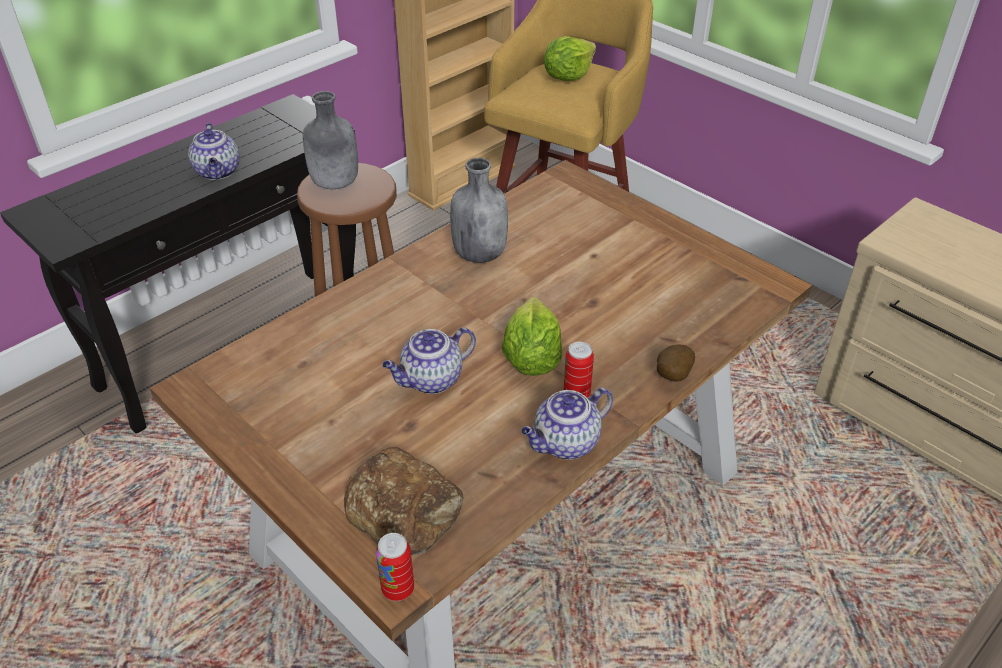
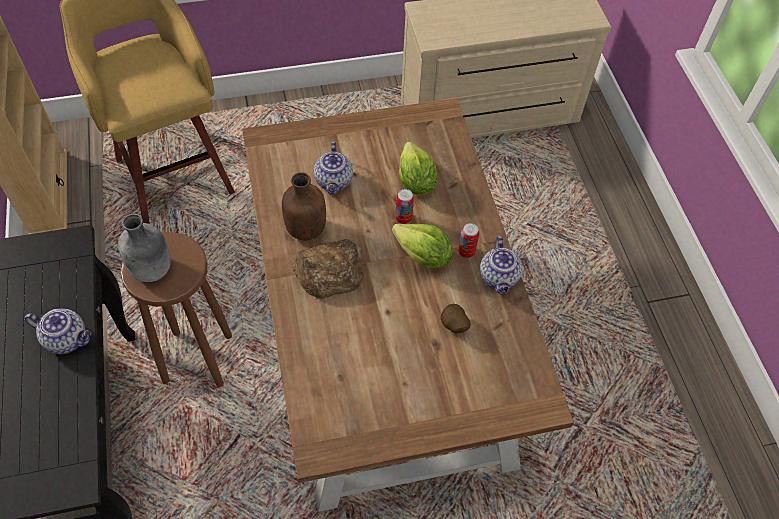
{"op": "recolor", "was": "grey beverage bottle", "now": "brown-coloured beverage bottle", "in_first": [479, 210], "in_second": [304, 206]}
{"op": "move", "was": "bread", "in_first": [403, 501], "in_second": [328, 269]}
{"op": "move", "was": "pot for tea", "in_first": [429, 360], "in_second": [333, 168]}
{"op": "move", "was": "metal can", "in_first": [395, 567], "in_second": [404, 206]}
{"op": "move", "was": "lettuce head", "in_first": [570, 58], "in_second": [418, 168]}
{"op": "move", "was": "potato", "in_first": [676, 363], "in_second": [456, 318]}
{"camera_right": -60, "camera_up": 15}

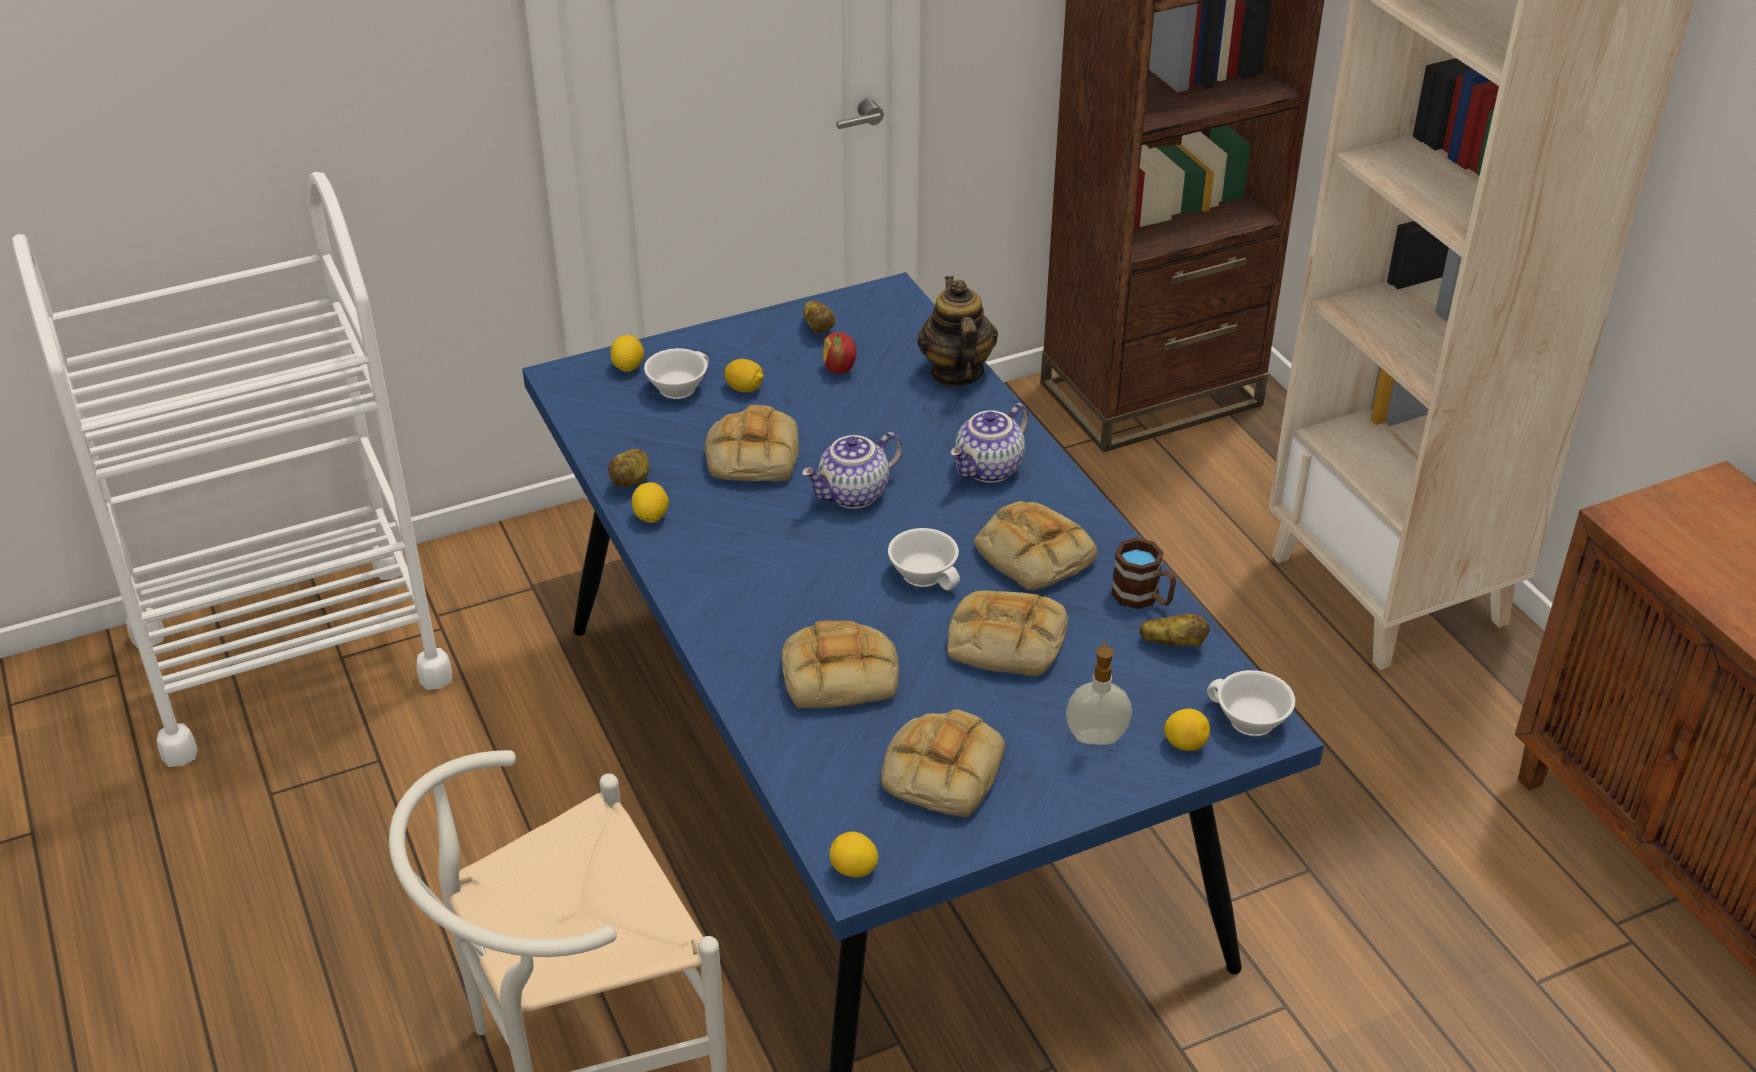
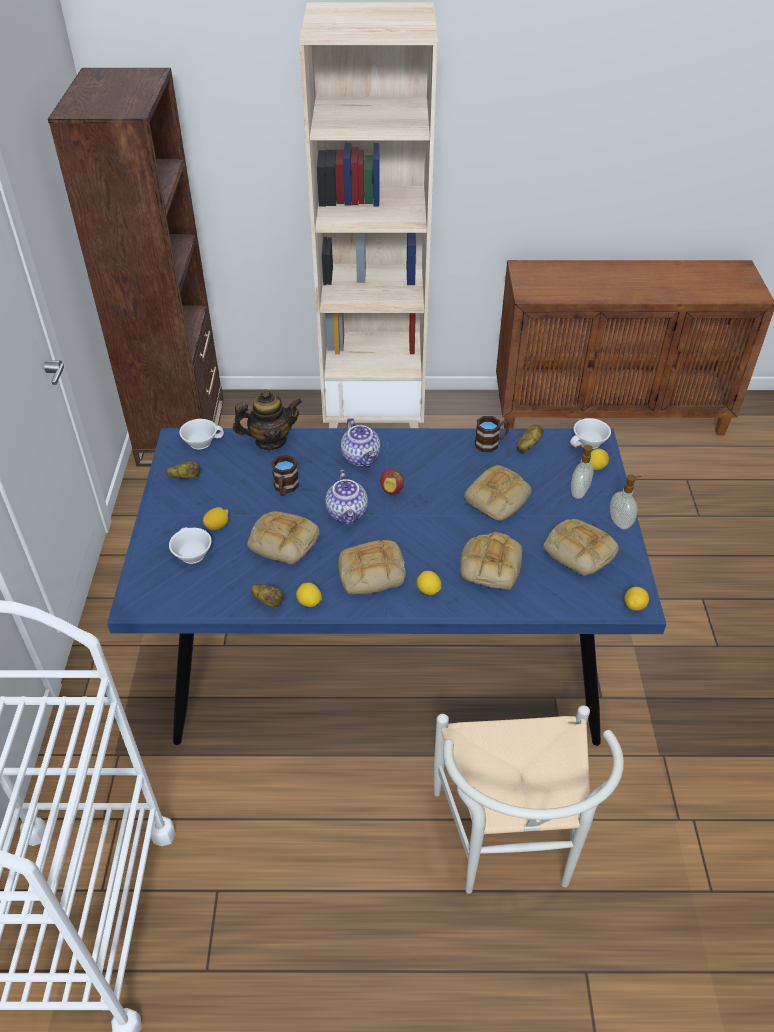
{"op": "move", "was": "whitish drinking cup", "in_first": [924, 559], "in_second": [201, 434]}
{"op": "rotate", "was": "pot for tea", "in_first": [957, 331], "in_second": [267, 419], "clockwise": 150}
{"op": "insert", "now": "brown-coloured tea mug", "in_second": [285, 475]}
{"op": "move", "was": "bread", "in_first": [1036, 545], "in_second": [372, 567]}
{"op": "move", "was": "apple fruit", "in_first": [839, 353], "in_second": [392, 482]}
{"op": "move", "was": "lemon", "in_first": [627, 353], "in_second": [429, 583]}
{"op": "insert", "now": "liquid soap bottle", "in_second": [625, 501]}
{"camera_right": -65, "camera_up": 5}

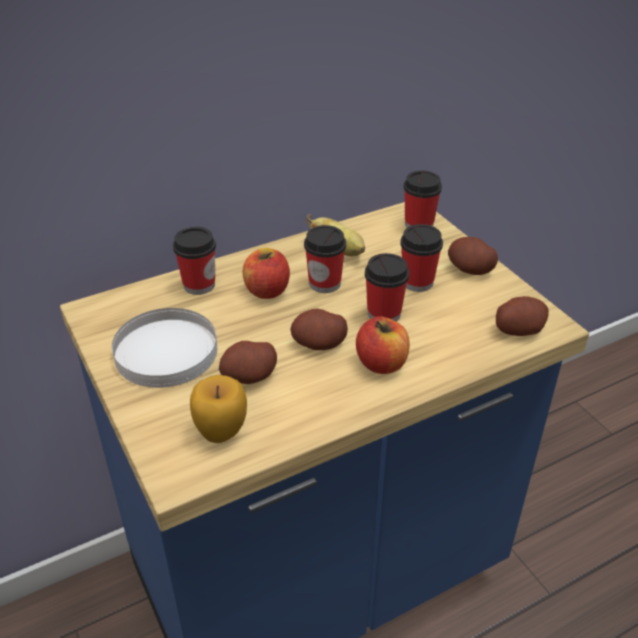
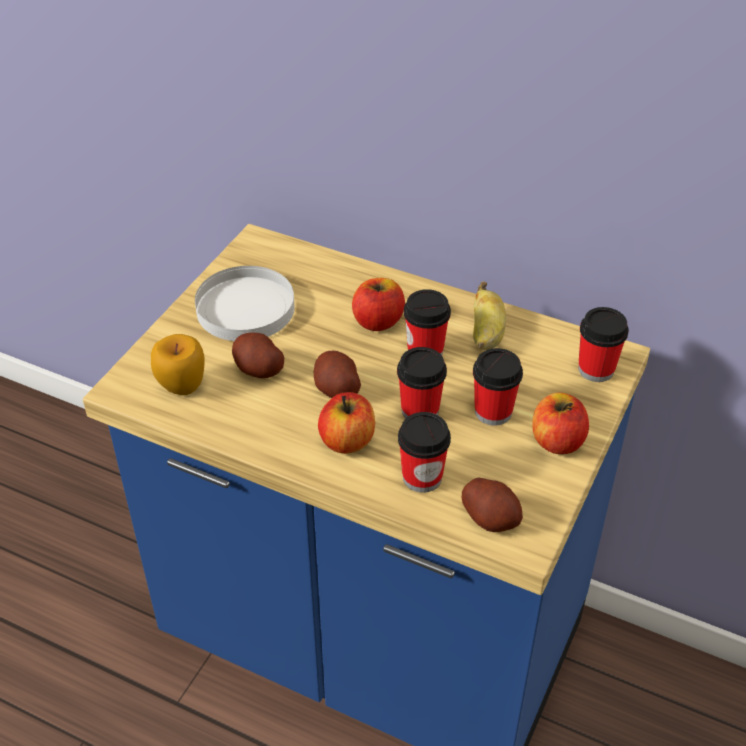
{"op": "move", "was": "drinking cup", "in_first": [194, 261], "in_second": [424, 452]}
{"op": "replace", "was": "potato", "now": "apple fruit", "in_first": [473, 256], "in_second": [560, 423]}
{"camera_right": 55, "camera_up": 5}

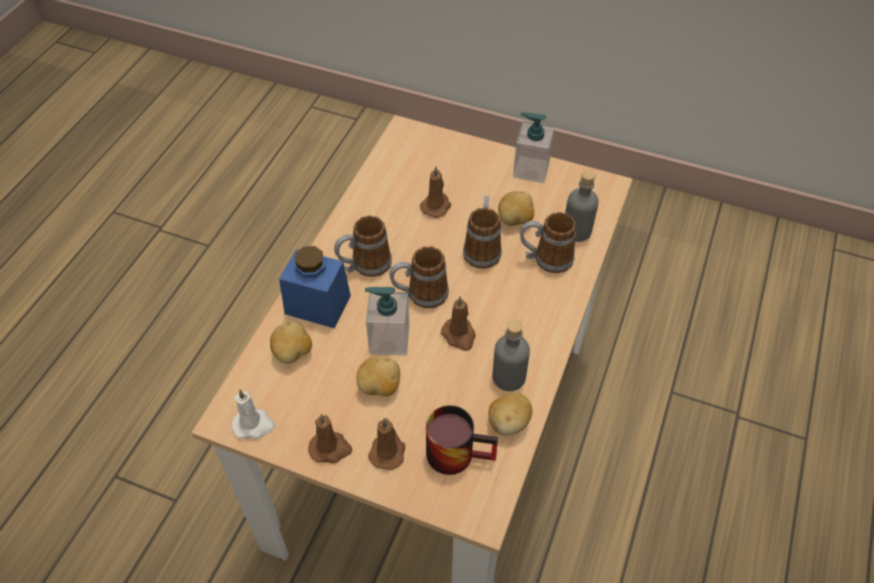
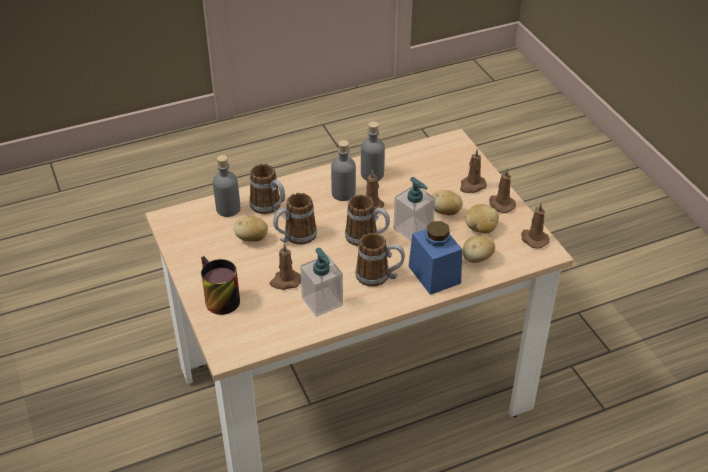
{"op": "move", "was": "tea mug", "in_first": [462, 440], "in_second": [220, 285]}
{"op": "move", "was": "liquid soap bottle", "in_first": [534, 147], "in_second": [321, 282]}
{"op": "insert", "now": "grey beverage bottle", "in_second": [343, 170]}
{"op": "move", "was": "potato", "in_first": [510, 414], "in_second": [482, 219]}
{"op": "recolor", "was": "whitish wax light", "now": "brown-coloured wax light", "in_first": [253, 414], "in_second": [535, 226]}
{"camera_right": -135, "camera_up": -10}

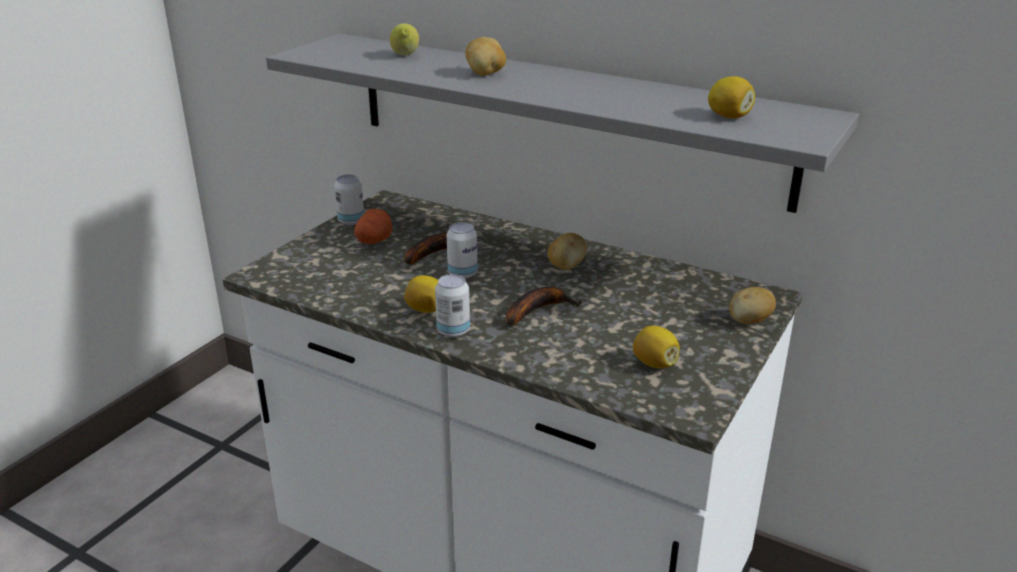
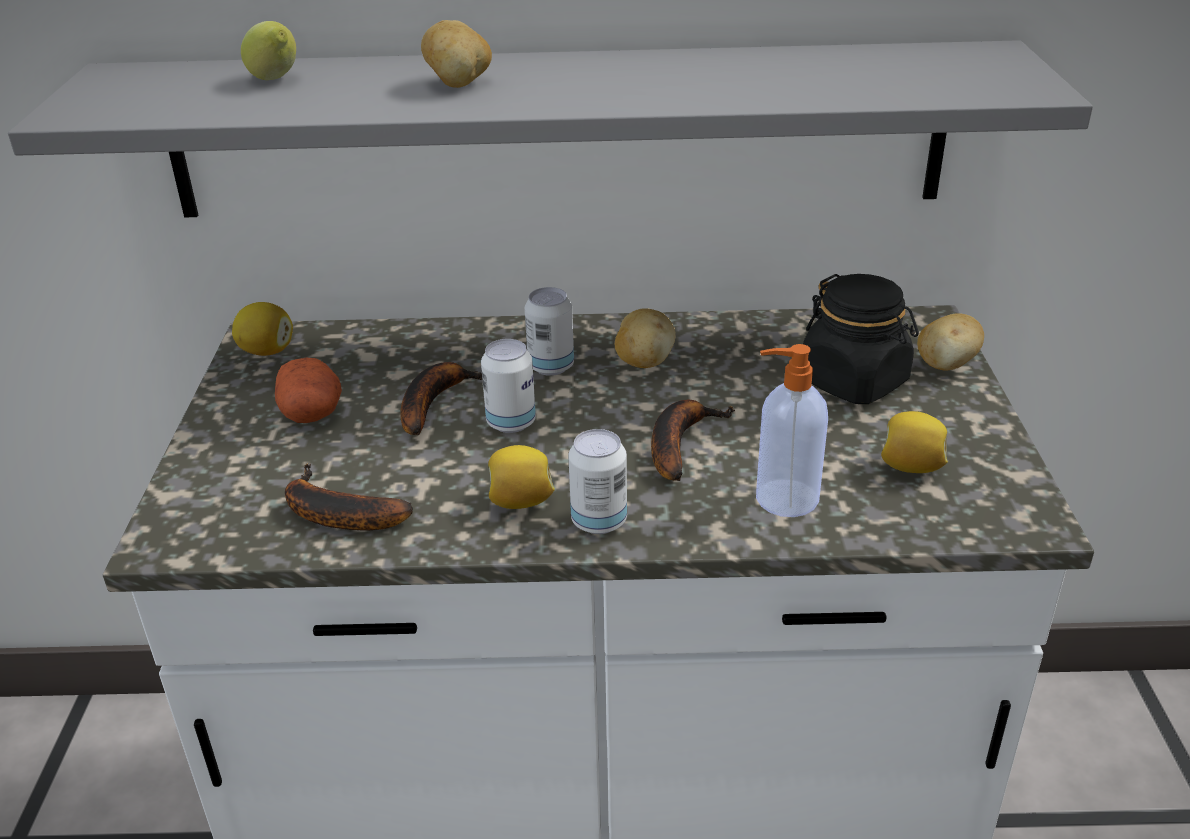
{"op": "move", "was": "lemon", "in_first": [731, 97], "in_second": [262, 329]}
{"op": "insert", "now": "banana", "in_second": [349, 497]}
{"op": "move", "was": "metal can", "in_first": [349, 200], "in_second": [549, 331]}
{"op": "insert", "now": "liquid soap bottle", "in_second": [792, 430]}
{"op": "insert", "now": "black-coloured storage jar", "in_second": [861, 339]}
{"camera_right": -30, "camera_up": 5}

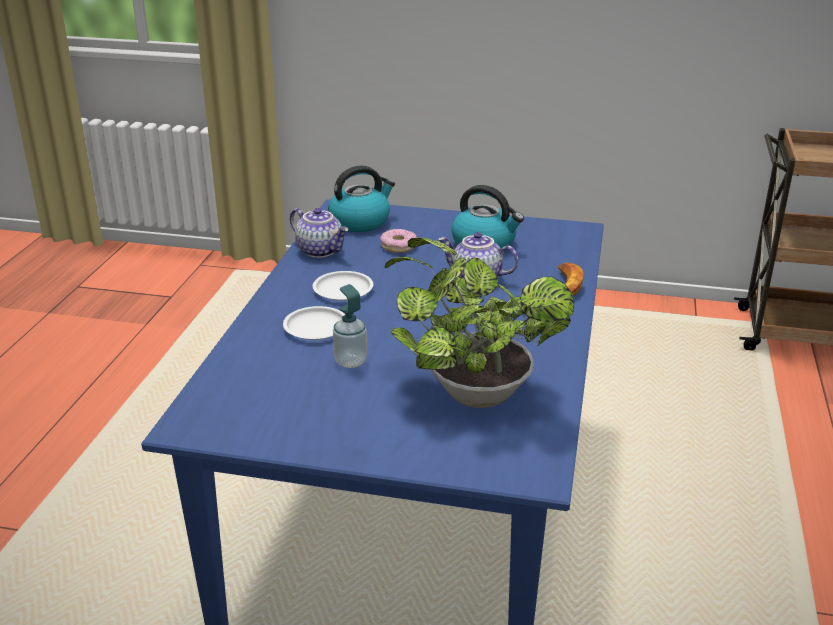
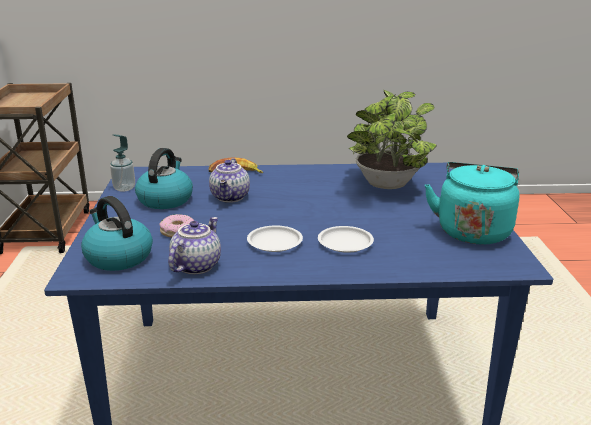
{"op": "move", "was": "liquid soap bottle", "in_first": [350, 326], "in_second": [122, 163]}
{"op": "insert", "now": "blue-green water kettle", "in_second": [472, 203]}
{"camera_right": -105, "camera_up": -5}

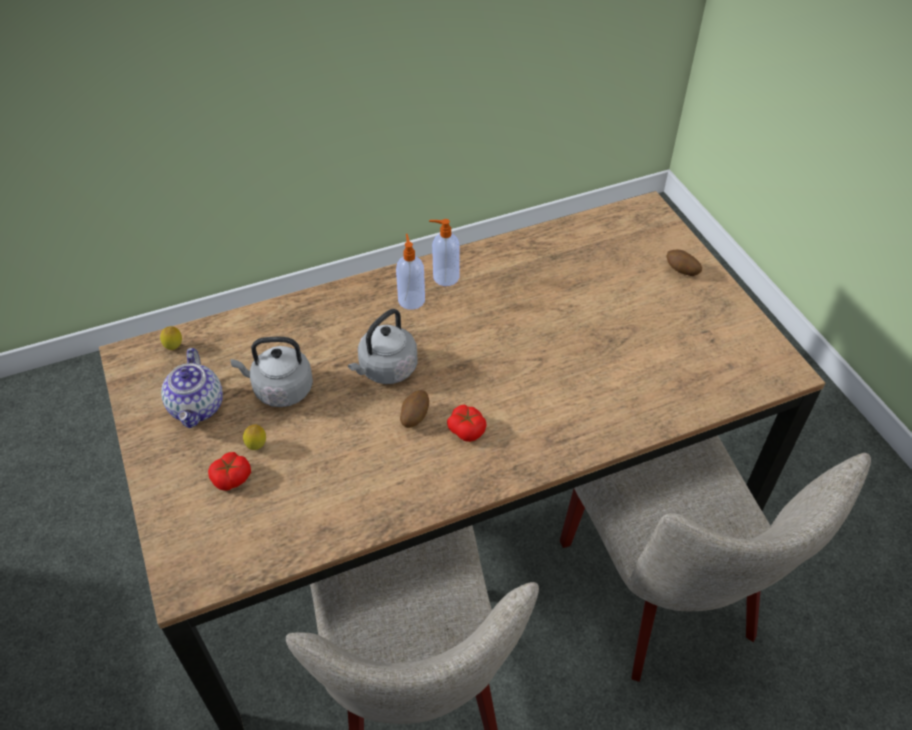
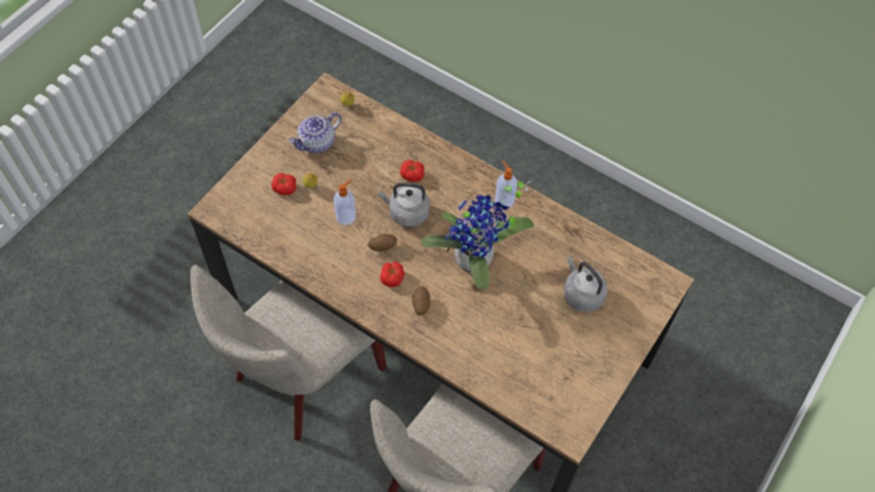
{"op": "move", "was": "liquid soap bottle", "in_first": [410, 272], "in_second": [345, 202]}
{"op": "insert", "now": "tomato", "in_second": [412, 171]}
{"op": "move", "was": "potato", "in_first": [684, 263], "in_second": [421, 300]}
{"op": "insert", "now": "plant in a pot", "in_second": [477, 235]}
{"op": "move", "was": "grey water kettle", "in_first": [272, 372], "in_second": [585, 284]}
{"camera_right": 55, "camera_up": 10}

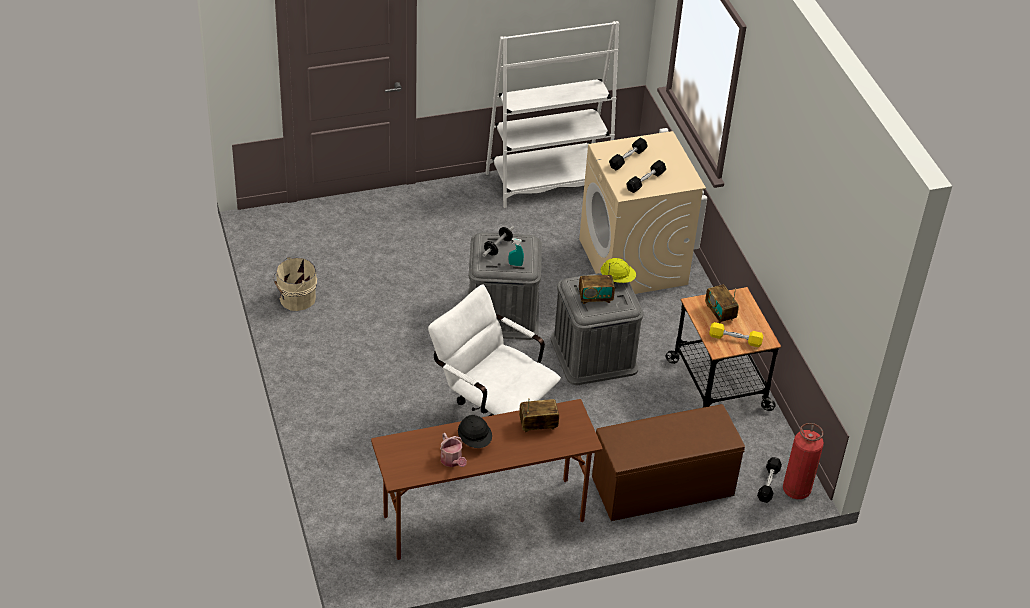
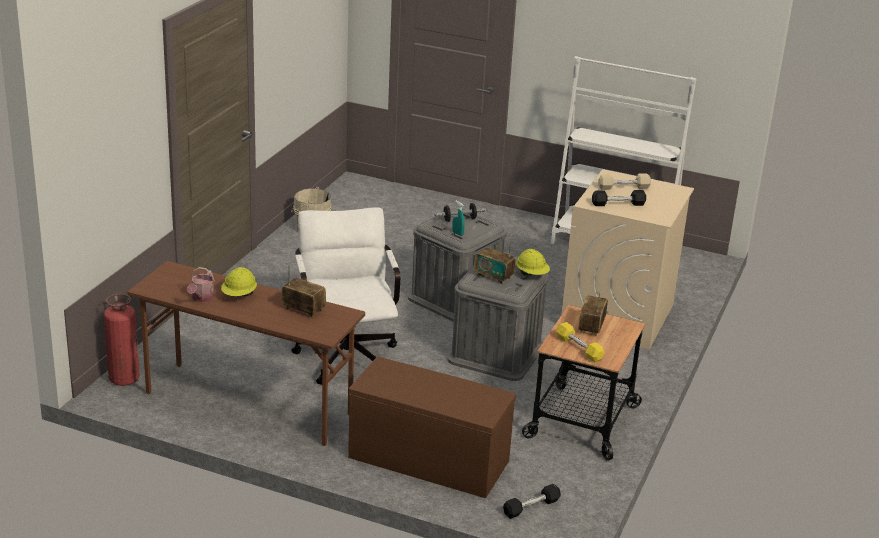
{"op": "move", "was": "fire-fighting cylinder", "in_first": [803, 461], "in_second": [122, 340]}
{"op": "recolor", "was": "black-coloured work helmet", "now": "yellowish work helmet", "in_first": [475, 431], "in_second": [239, 281]}
{"op": "recolor", "was": "black-coloured free weight", "now": "beige-coloured free weight", "in_first": [628, 154], "in_second": [624, 181]}
{"camera_right": 40, "camera_up": -15}

